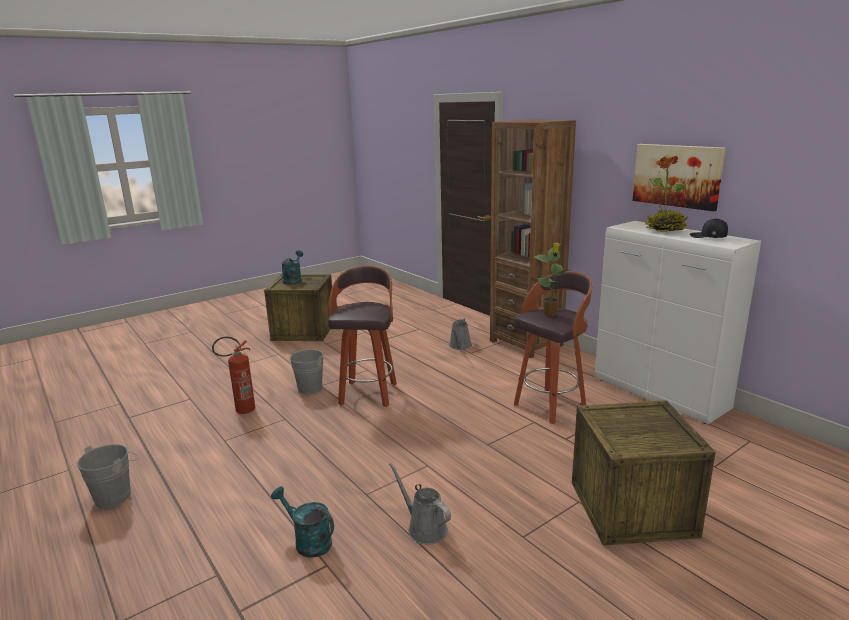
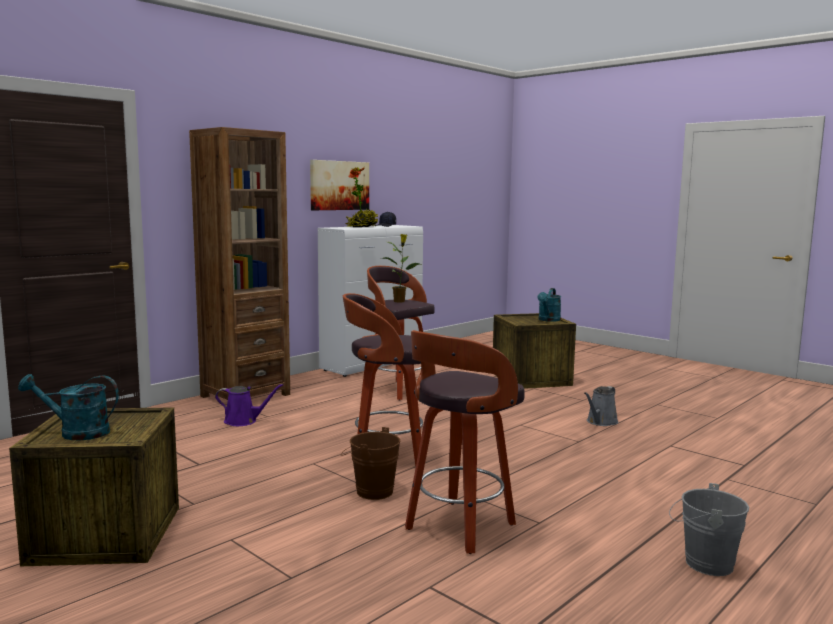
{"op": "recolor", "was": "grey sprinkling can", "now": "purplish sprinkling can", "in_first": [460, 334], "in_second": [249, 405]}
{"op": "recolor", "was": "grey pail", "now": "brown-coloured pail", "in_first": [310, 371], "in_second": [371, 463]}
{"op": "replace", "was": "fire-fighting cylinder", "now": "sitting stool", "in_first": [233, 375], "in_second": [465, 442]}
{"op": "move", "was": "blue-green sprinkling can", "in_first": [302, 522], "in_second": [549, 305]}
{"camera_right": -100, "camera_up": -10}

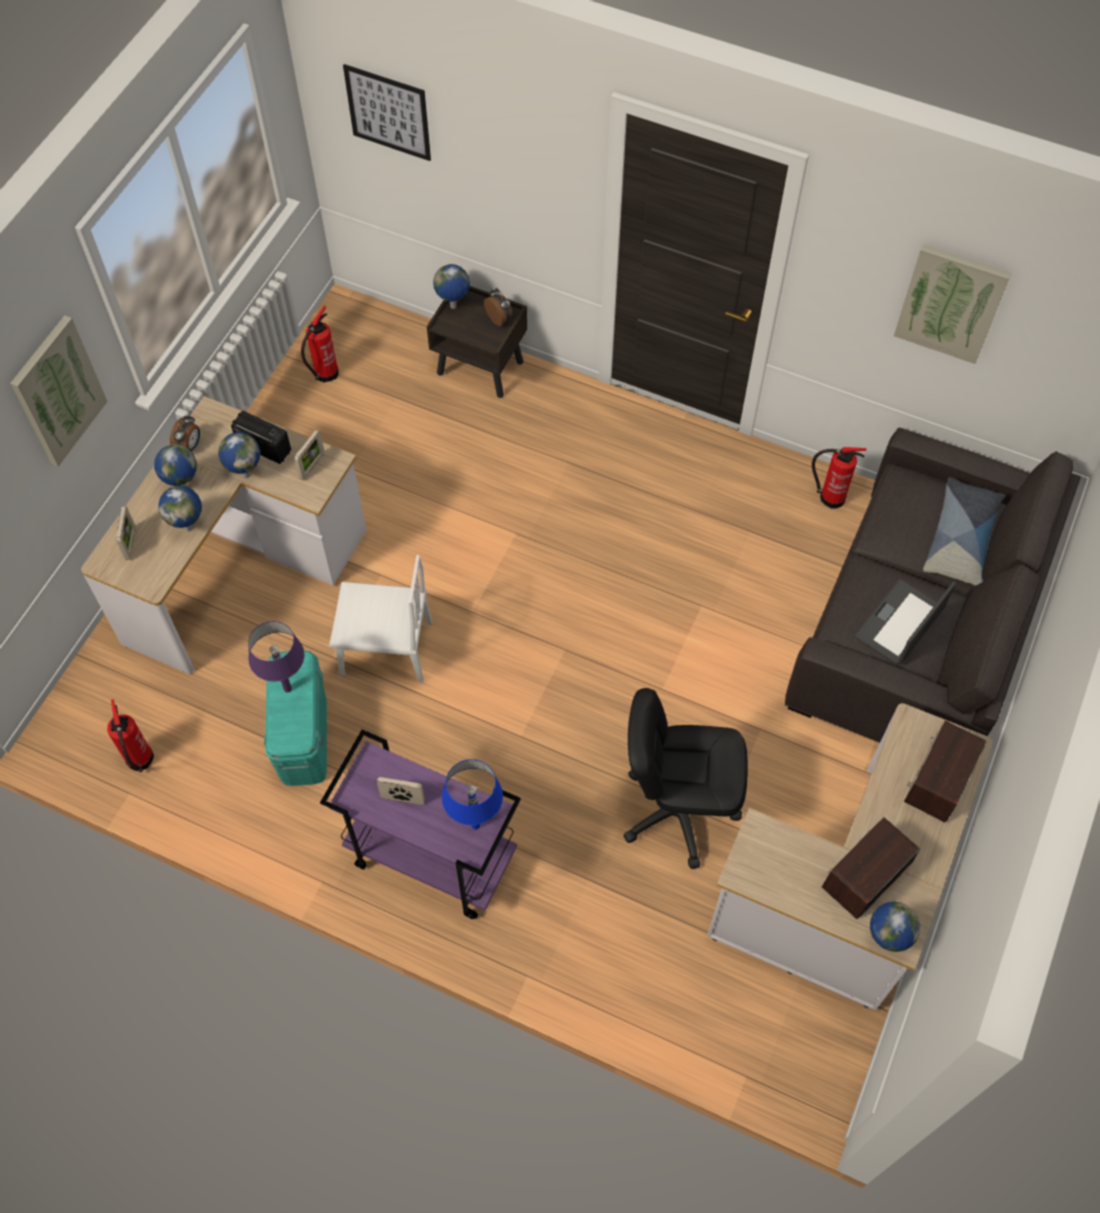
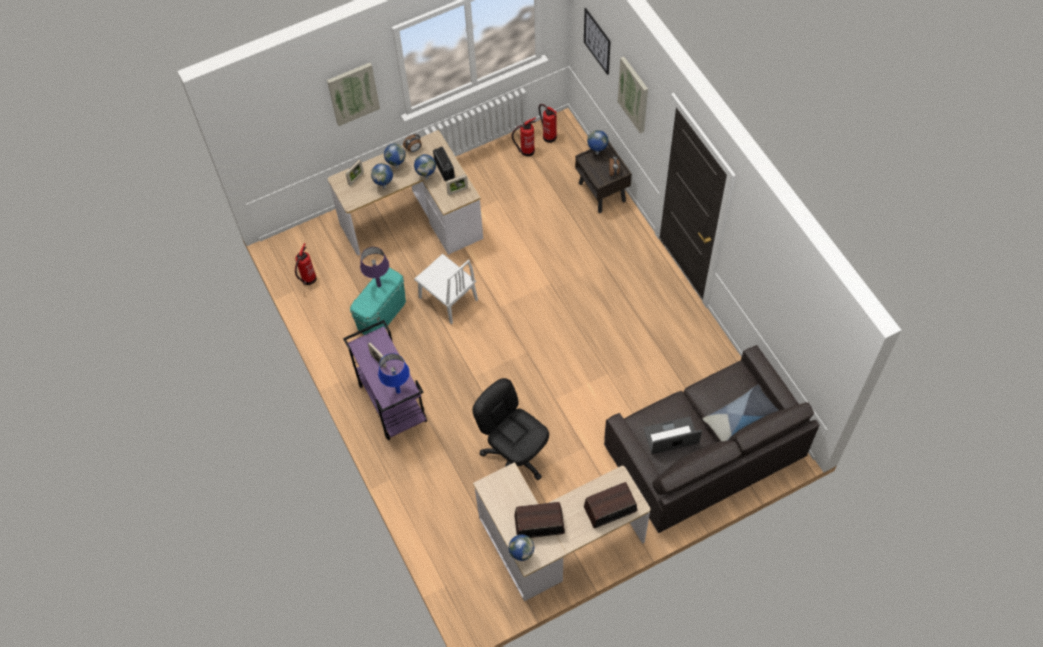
{"op": "move", "was": "fire-fighting cylinder", "in_first": [839, 478], "in_second": [548, 123]}
{"op": "move", "was": "picture", "in_first": [952, 304], "in_second": [633, 95]}
{"camera_right": 40, "camera_up": 0}

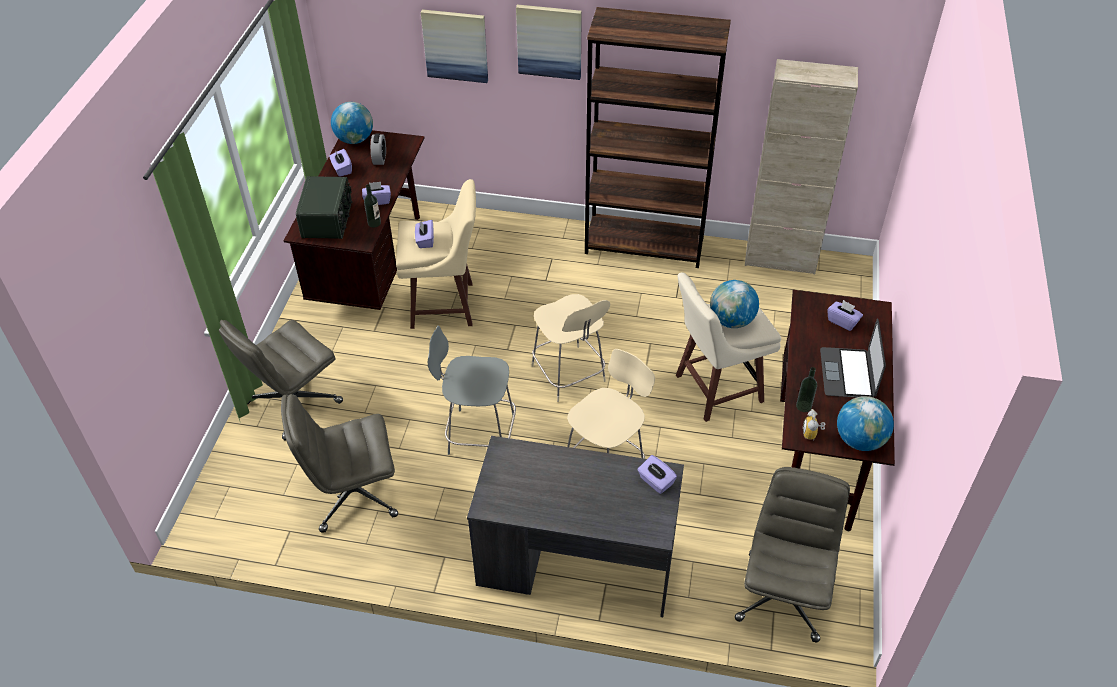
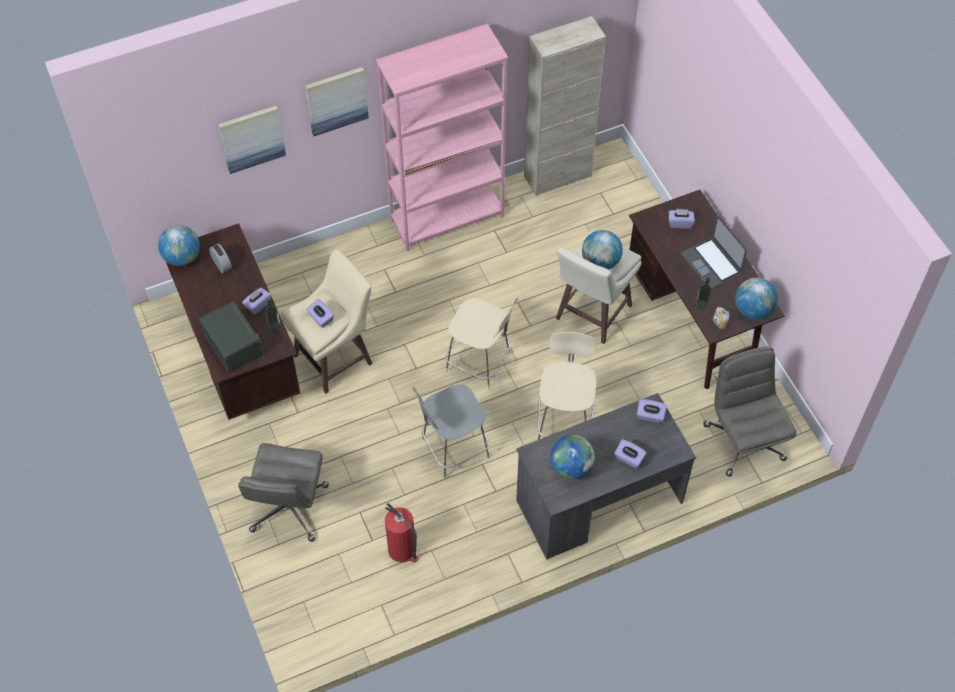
{"op": "recolor", "was": "brown-coloured bookshelf", "now": "pink-coloured bookshelf", "in_first": [658, 137], "in_second": [442, 137]}
{"op": "replace", "was": "grey computer chair", "now": "fire-fighting cylinder", "in_first": [339, 463], "in_second": [401, 533]}
{"op": "insert", "now": "desk globe", "in_second": [572, 457]}
{"op": "move", "was": "purplish box of tissues", "in_first": [340, 163], "in_second": [630, 453]}
{"camera_right": -35, "camera_up": 10}

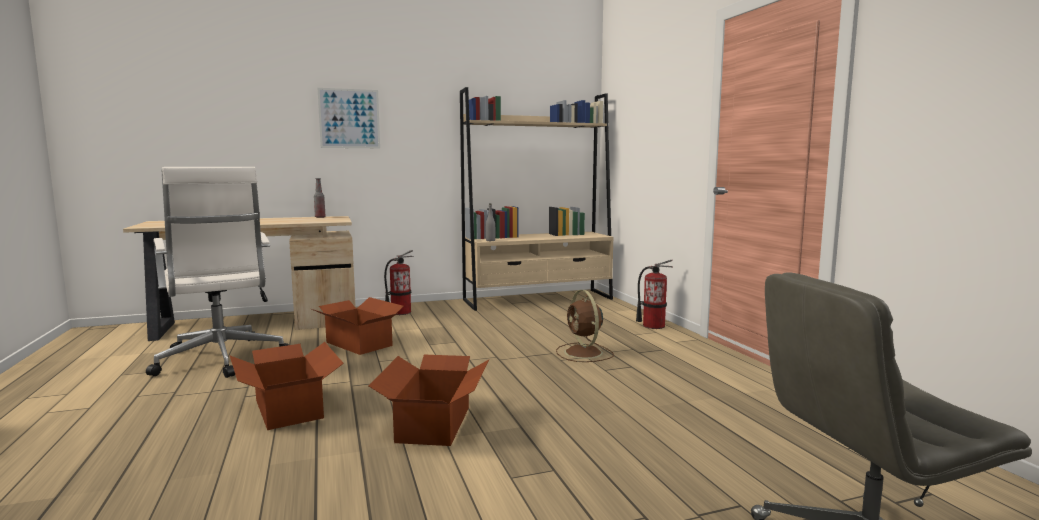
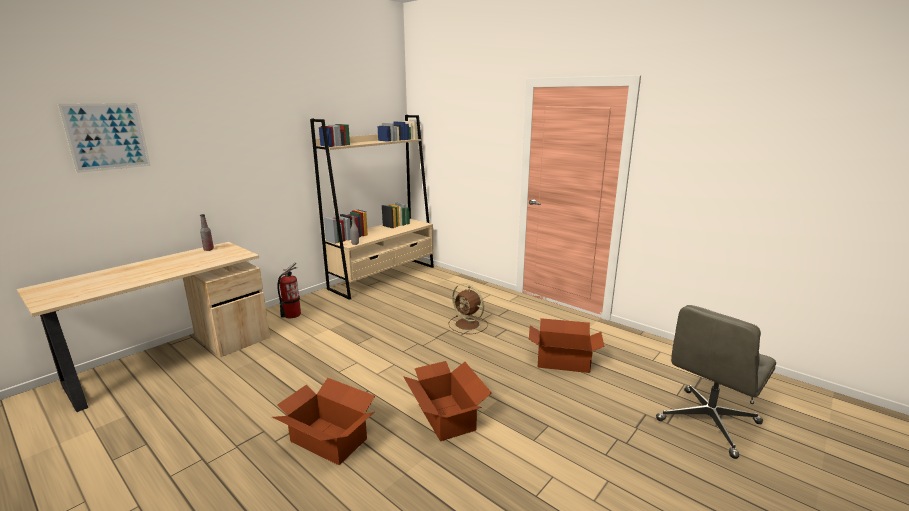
{"op": "move", "was": "picture", "in_first": [349, 118], "in_second": [104, 138]}
{"op": "move", "was": "carton", "in_first": [358, 326], "in_second": [566, 345]}
{"op": "delete", "was": "whitish computer chair", "in_first": [217, 272]}
{"op": "delete", "was": "fire-fighting cylinder", "in_first": [654, 294]}
{"camera_right": -30, "camera_up": 10}

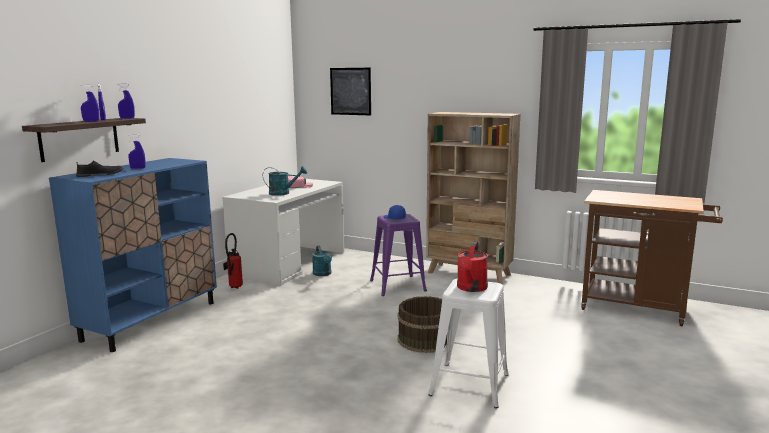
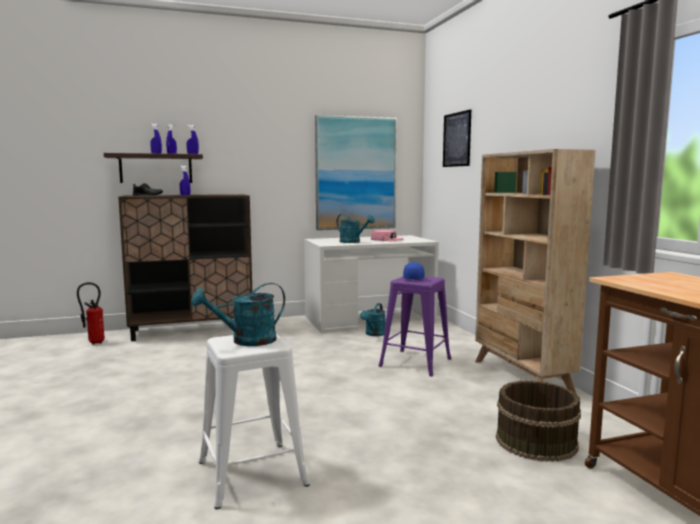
{"op": "move", "was": "fire-fighting cylinder", "in_first": [233, 261], "in_second": [91, 313]}
{"op": "recolor", "was": "bluish storage cabinet", "now": "brown-coloured storage cabinet", "in_first": [133, 255], "in_second": [185, 267]}
{"op": "recolor", "was": "reddish sprinkling can", "now": "blue-green sprinkling can", "in_first": [472, 267], "in_second": [238, 314]}
{"op": "insert", "now": "picture", "in_second": [356, 172]}
{"op": "move", "was": "brown-coloured pail", "in_first": [422, 324], "in_second": [538, 421]}
{"camera_right": 45, "camera_up": -5}

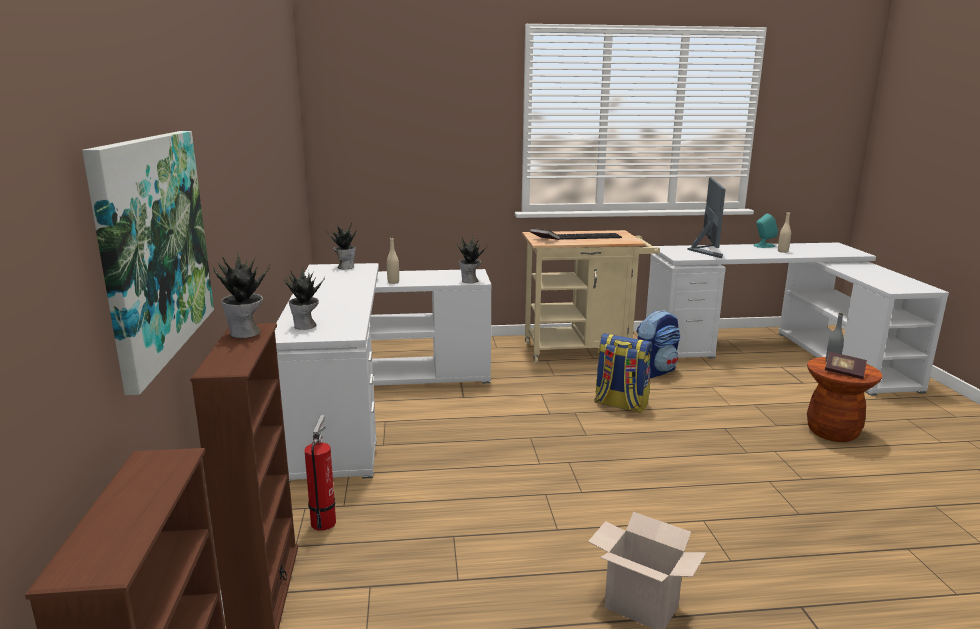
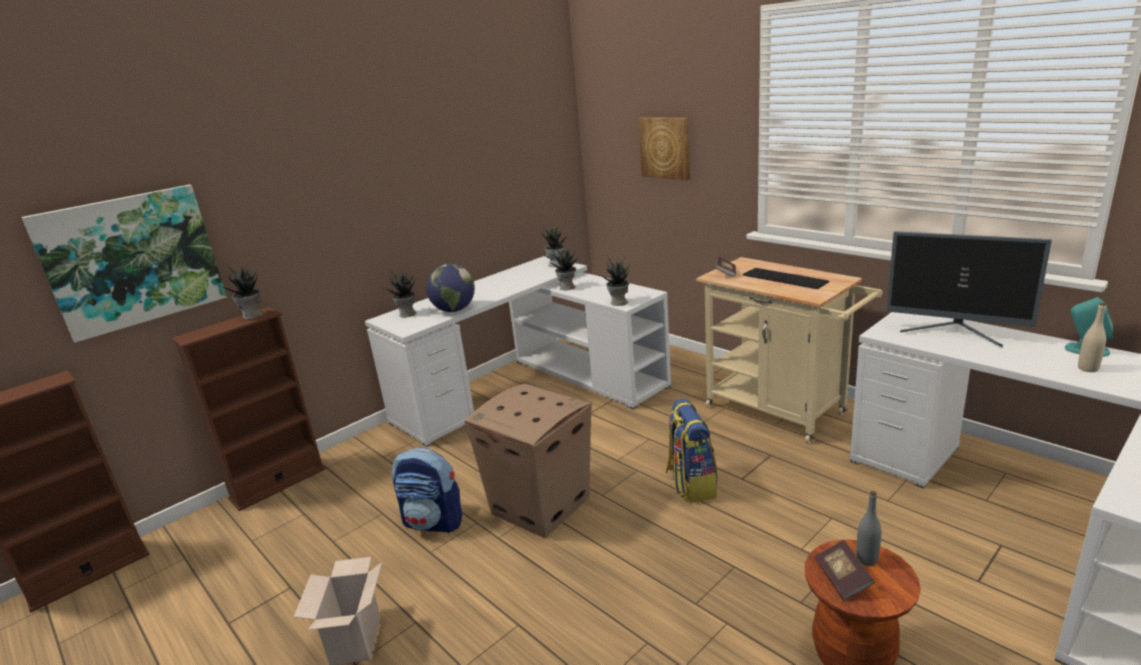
{"op": "move", "was": "knapsack", "in_first": [659, 344], "in_second": [427, 490]}
{"op": "insert", "now": "desk globe", "in_second": [450, 288]}
{"op": "insert", "now": "carton", "in_second": [528, 460]}
{"op": "replace", "was": "beige-coloured beverage bottle", "now": "plant in a pot", "in_first": [393, 260], "in_second": [564, 268]}
{"op": "insert", "now": "picture", "in_second": [664, 148]}
{"op": "rotate", "was": "computer display", "in_first": [706, 218], "in_second": [969, 289], "clockwise": 60}
{"op": "delete", "was": "fire-fighting cylinder", "in_first": [320, 473]}
{"camera_right": 55, "camera_up": 5}

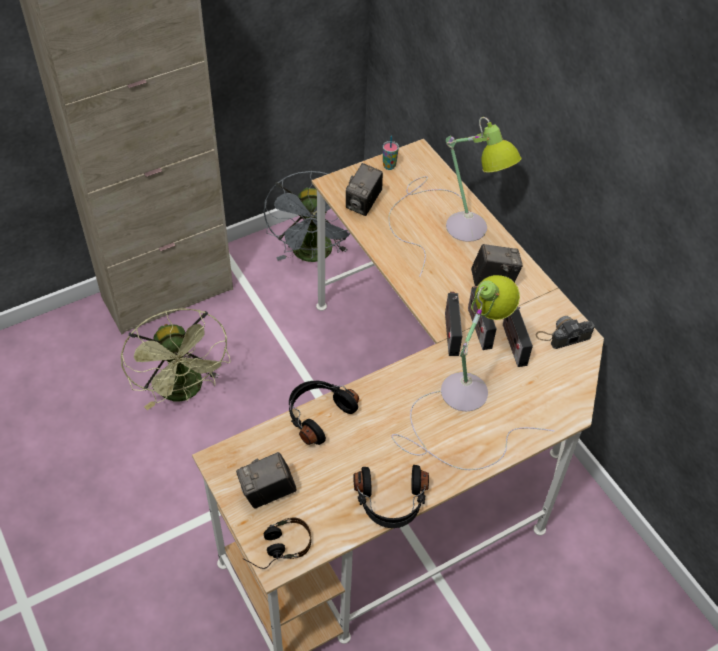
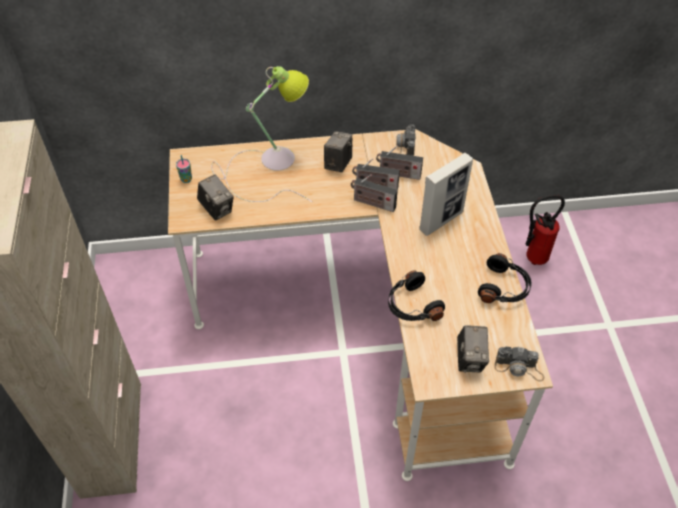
{"op": "replace", "was": "table lamp", "now": "picture frame", "in_first": [473, 372], "in_second": [446, 194]}
{"op": "replace", "was": "pair of headphones", "now": "still camera", "in_first": [277, 543], "in_second": [519, 364]}
{"op": "insert", "now": "fire-fighting cylinder", "in_second": [545, 229]}
{"op": "delete", "was": "greenish electric fan", "in_first": [176, 359]}
{"op": "delete", "was": "grey electric fan", "in_first": [307, 216]}
{"camera_right": -65, "camera_up": 0}

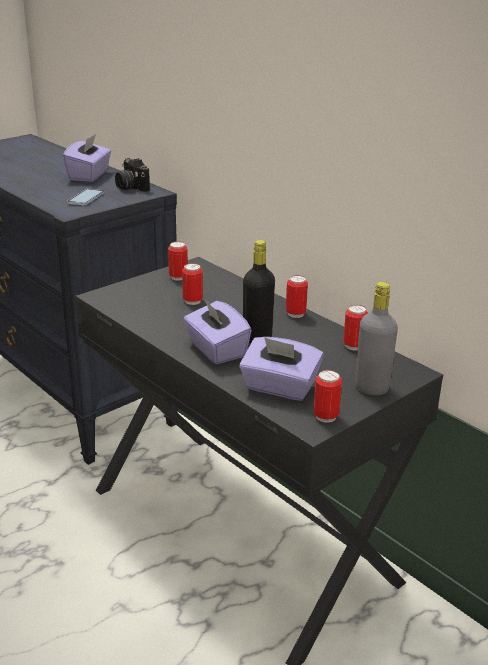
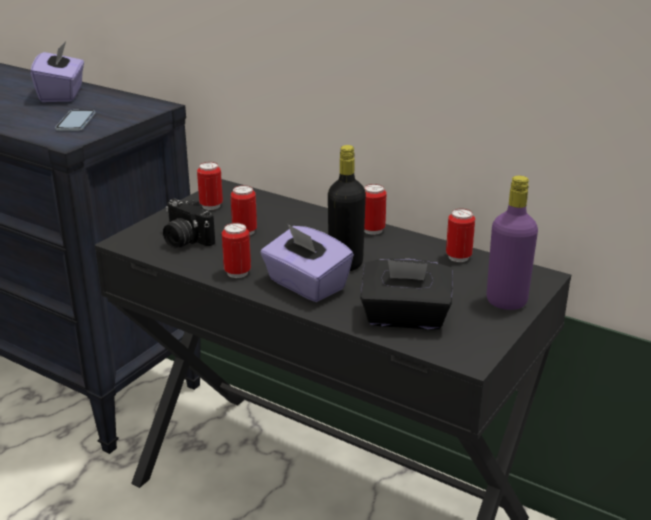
{"op": "move", "was": "still camera", "in_first": [132, 175], "in_second": [189, 223]}
{"op": "move", "was": "metal can", "in_first": [327, 396], "in_second": [236, 250]}
{"op": "recolor", "was": "purplish box of tissues", "now": "black-coloured box of tissues", "in_first": [281, 369], "in_second": [406, 294]}
{"op": "recolor", "was": "grey beverage bottle", "now": "purplish beverage bottle", "in_first": [376, 338], "in_second": [512, 243]}
{"camera_right": -15, "camera_up": 0}

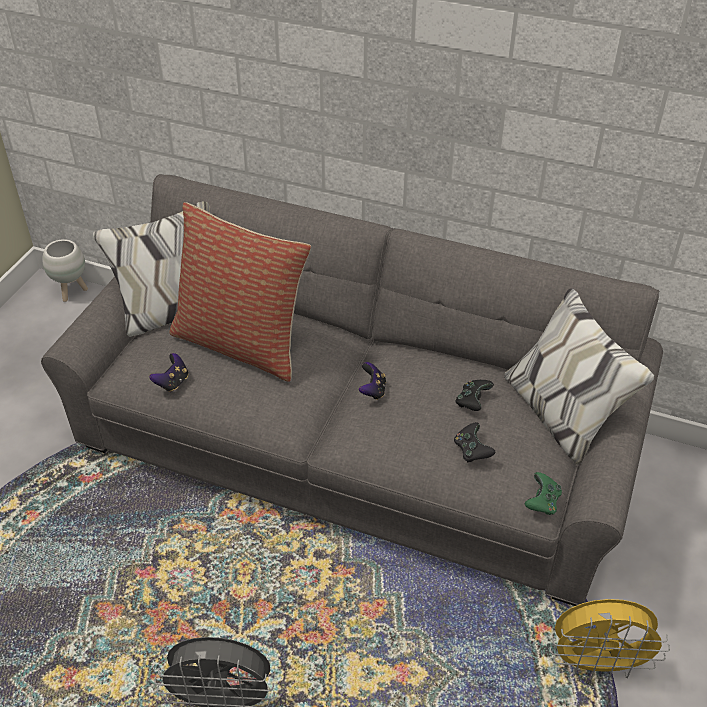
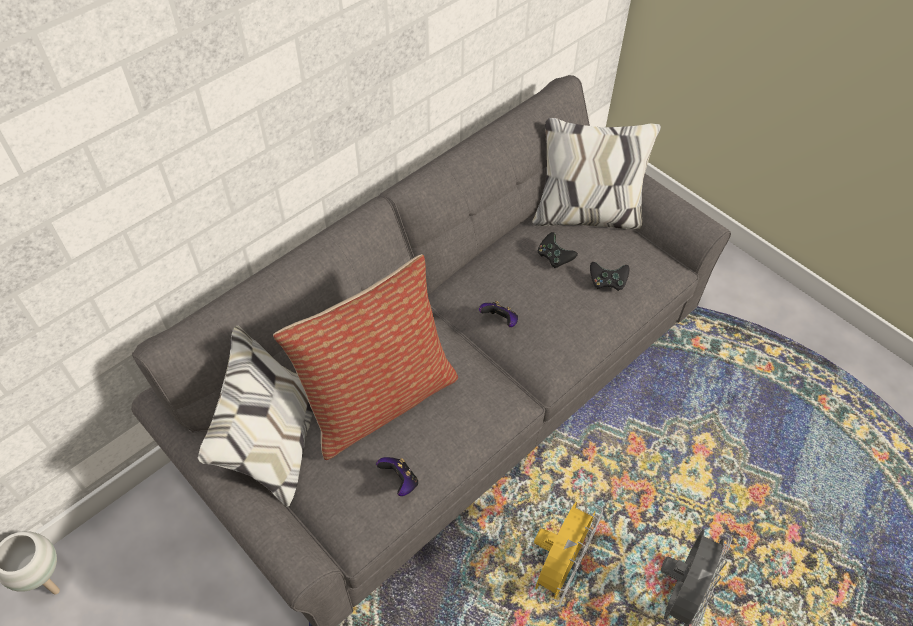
{"op": "move", "was": "yellowish electric fan", "in_first": [609, 639], "in_second": [568, 554]}
{"op": "delete", "was": "greenish gamepad", "in_first": [543, 493]}
{"camera_right": -65, "camera_up": 10}

